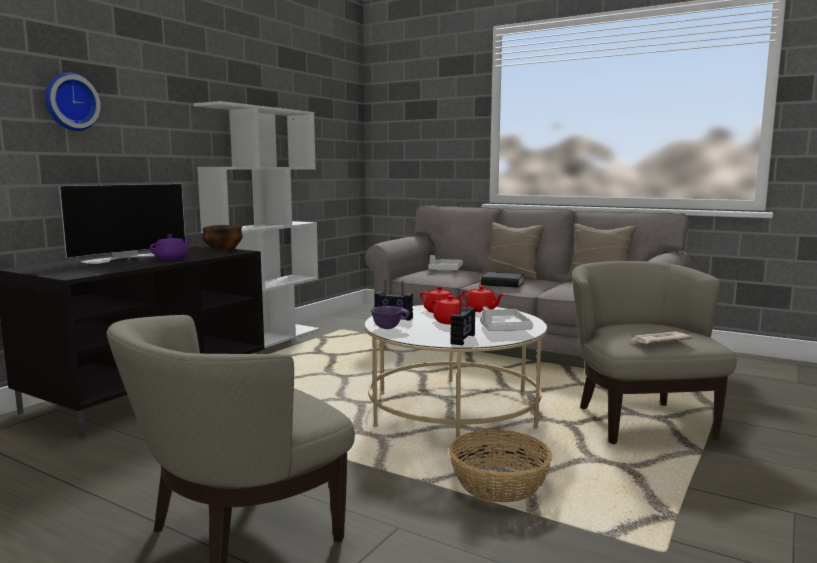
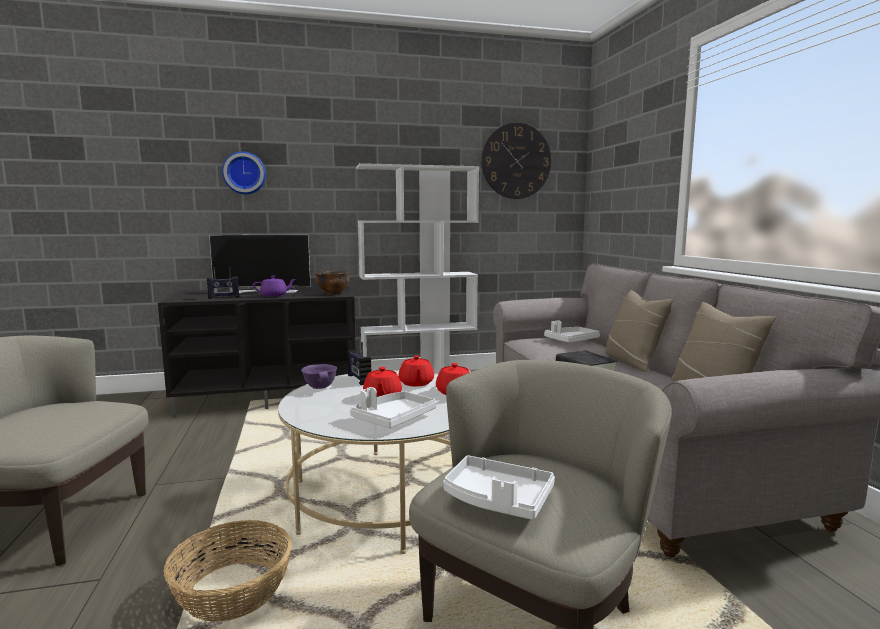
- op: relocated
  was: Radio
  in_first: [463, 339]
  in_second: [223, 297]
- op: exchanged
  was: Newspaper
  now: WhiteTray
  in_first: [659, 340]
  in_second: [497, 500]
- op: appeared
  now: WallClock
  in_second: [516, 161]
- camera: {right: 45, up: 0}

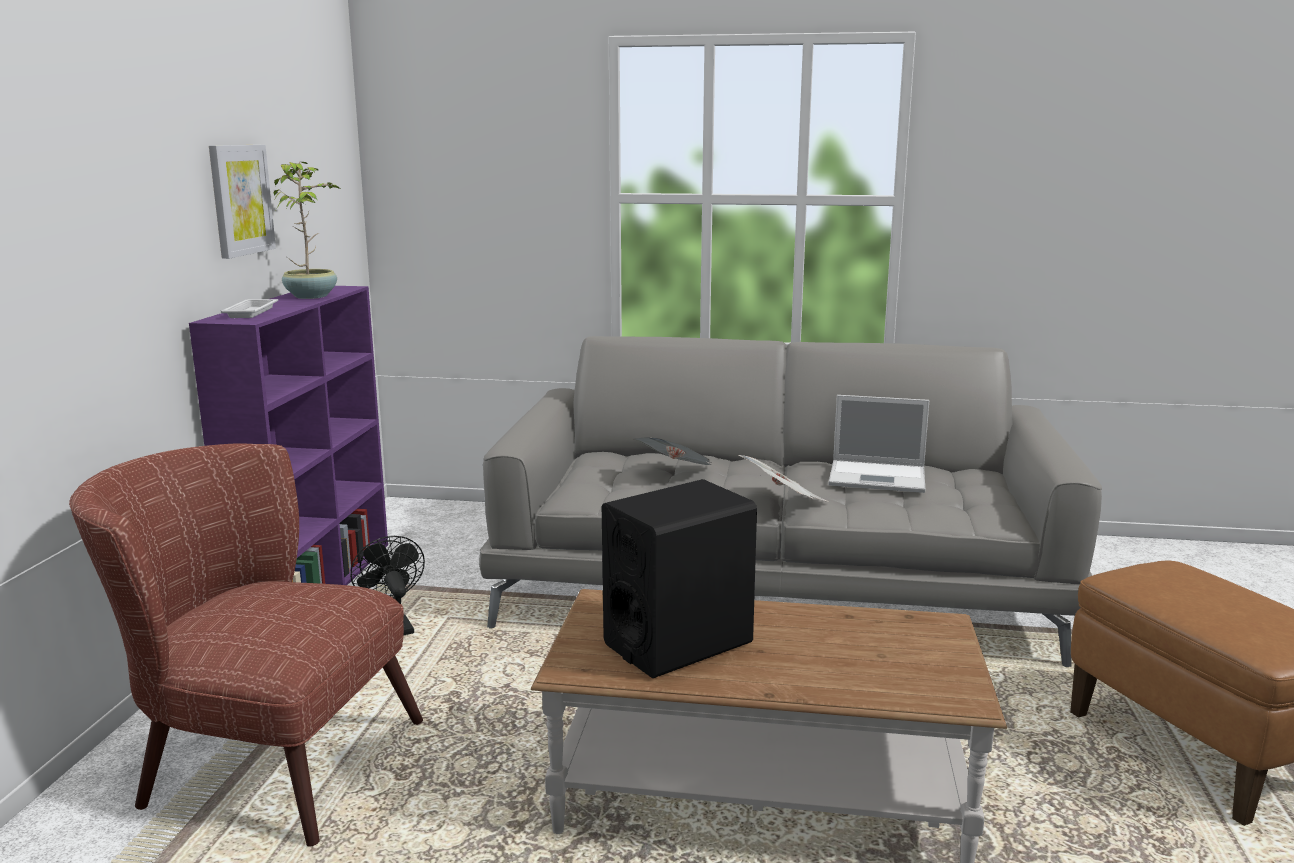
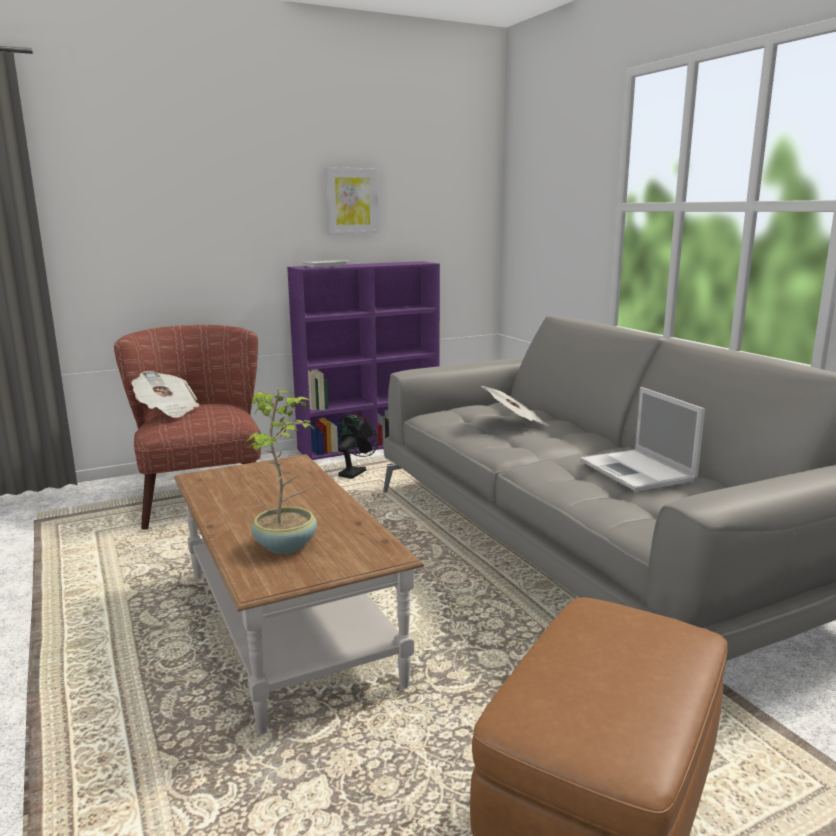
- op: relocated
  was: PottedPlant
  in_first: [312, 296]
  in_second: [287, 545]
- op: missing
  was: BlackSpeaker
  in_first: [678, 643]
- op: relocated
  was: Newspaper
  in_first: [782, 501]
  in_second: [167, 410]
- camera: {right: 55, up: 0}

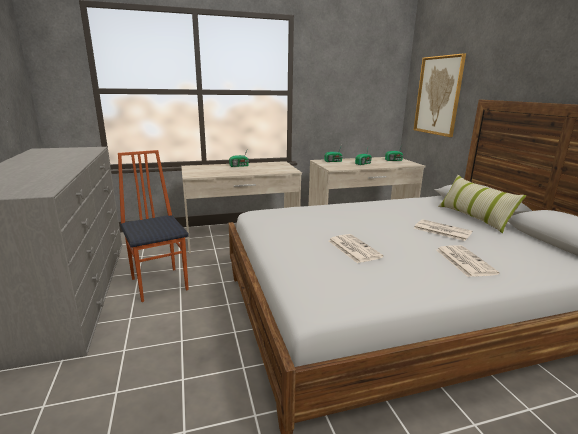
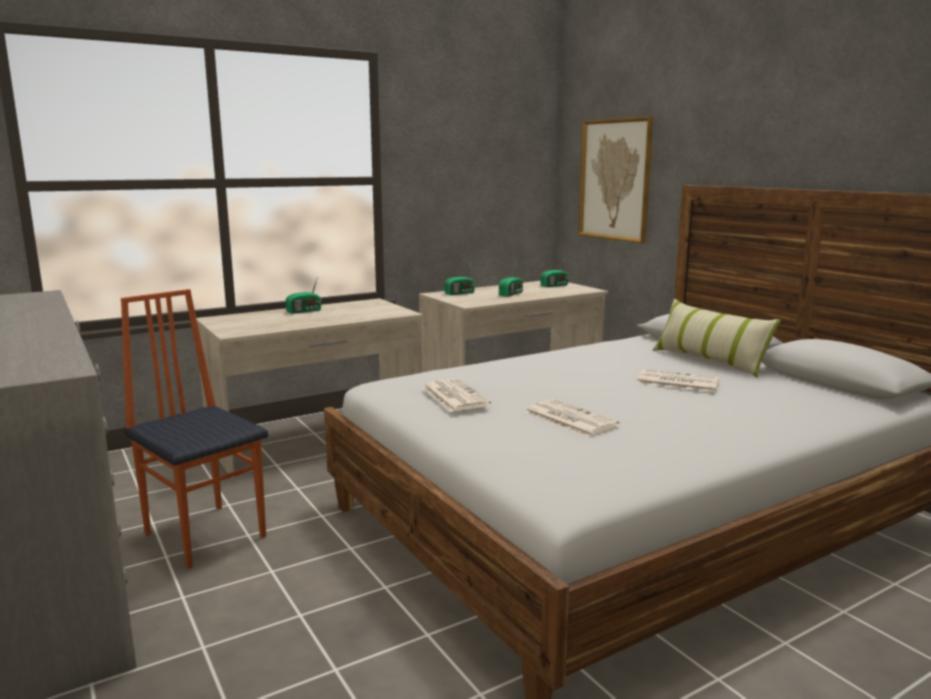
- op: relocated
  was: Newspaper
  in_first: [464, 261]
  in_second: [454, 396]
- camera: {right: -15, up: -5}

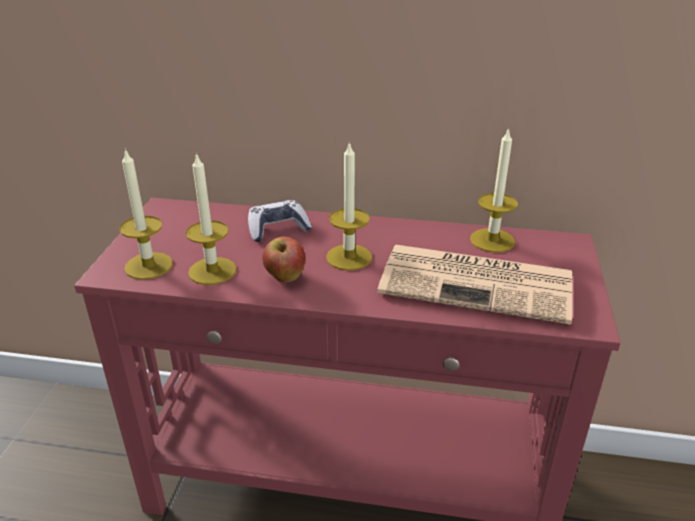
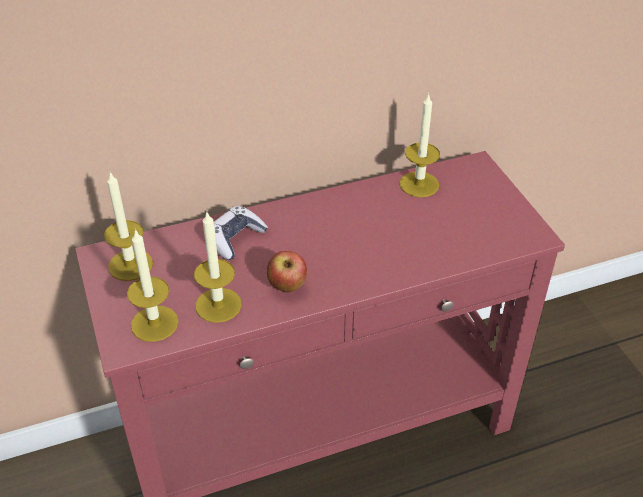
- op: relocated
  was: Candle
  in_first: [349, 257]
  in_second: [130, 265]
- op: missing
  was: Newspaper
  in_first: [479, 283]
- camera: {right: -30, up: 10}

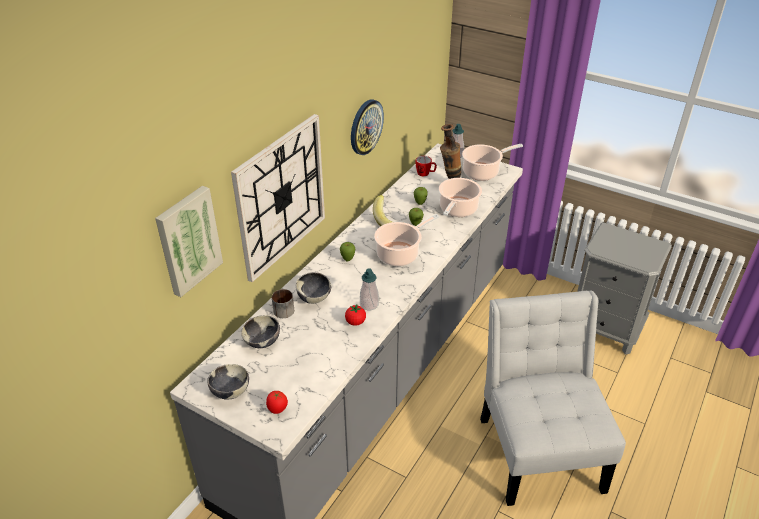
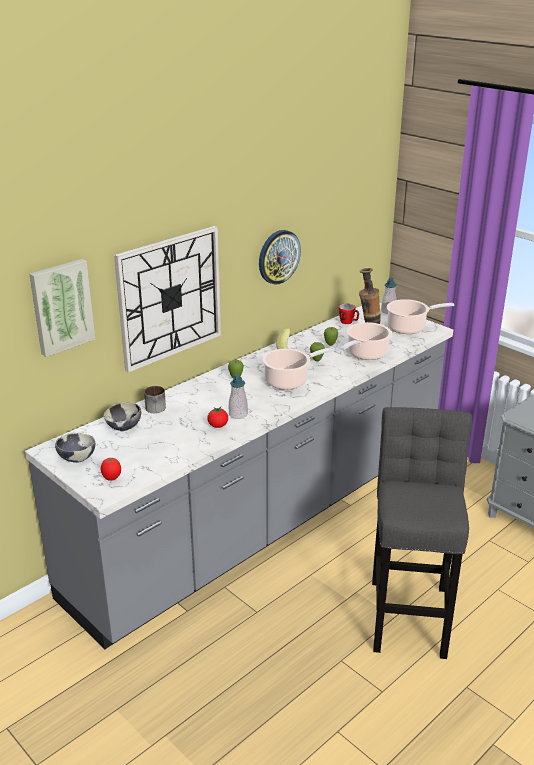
- op: missing
  was: Bowl
  in_first: [314, 298]
- op: exchanged
  was: WhiteChair
  now: GreyStool
  in_first: [538, 447]
  in_second: [409, 613]
- camera: {right: 15, up: -10}

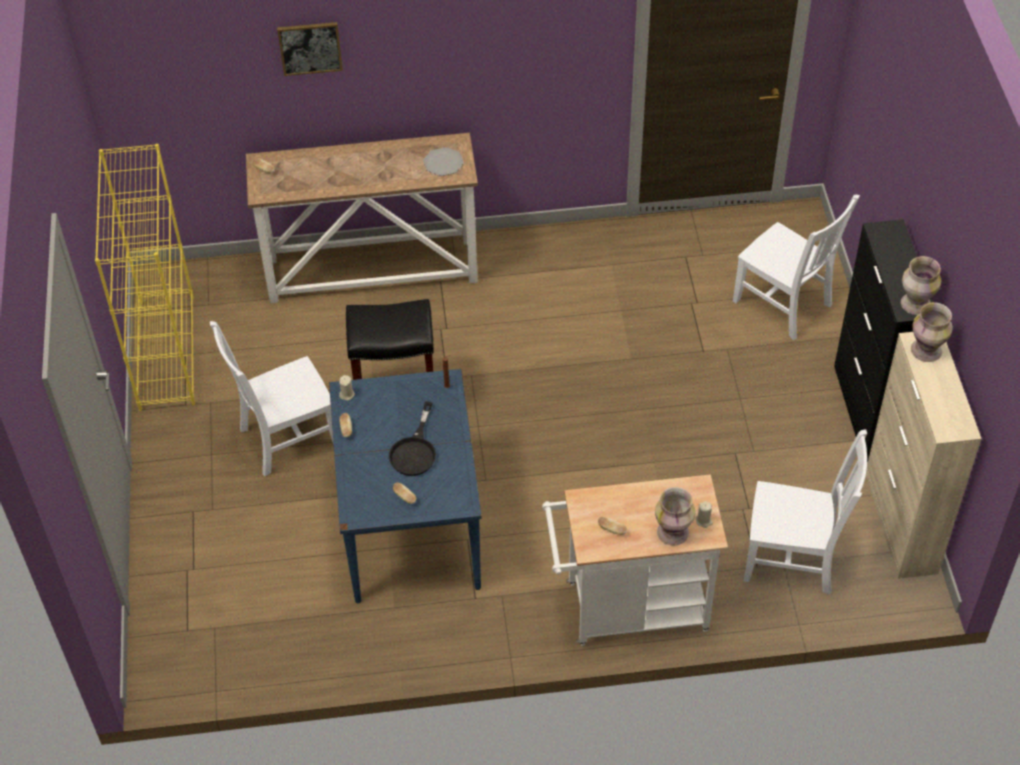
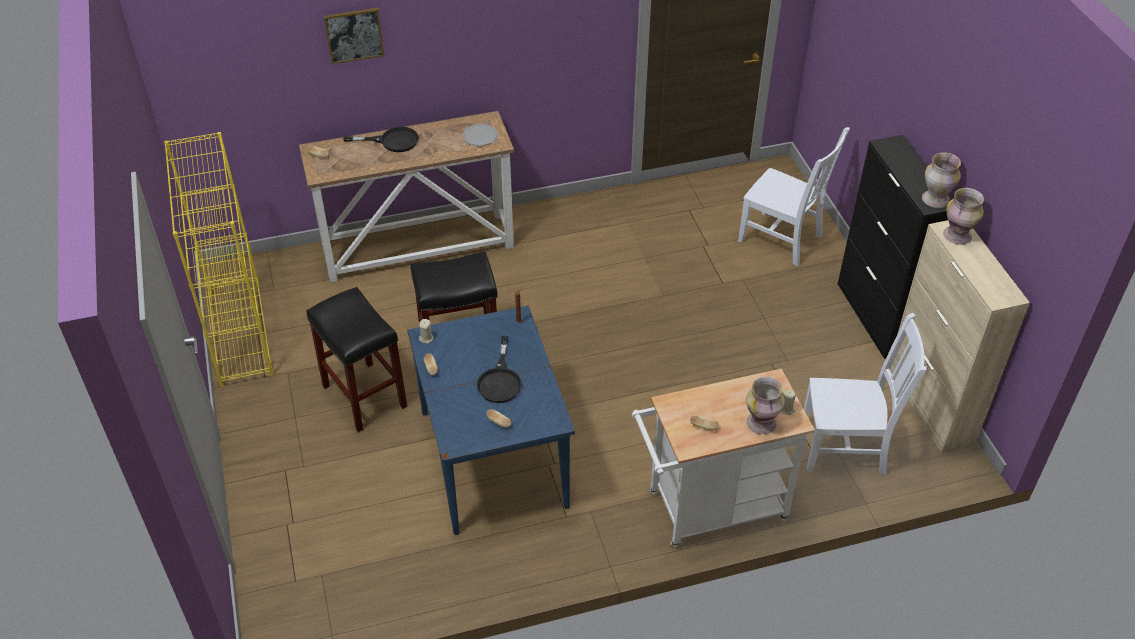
- op: exchanged
  was: WhiteChair
  now: BlackStool
  in_first: [286, 438]
  in_second: [363, 396]
- op: appeared
  now: BlackFryingPan
  in_second: [392, 141]
- camera: {right: -10, up: -5}

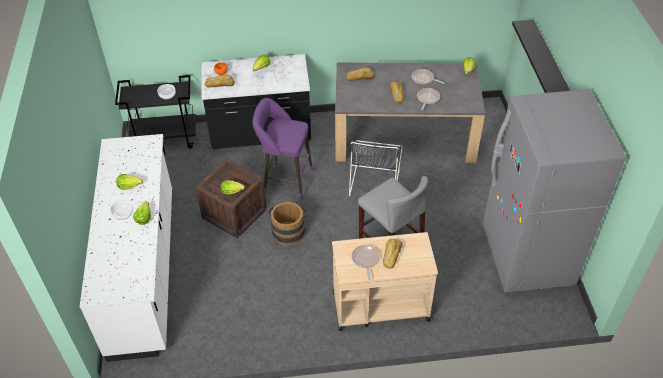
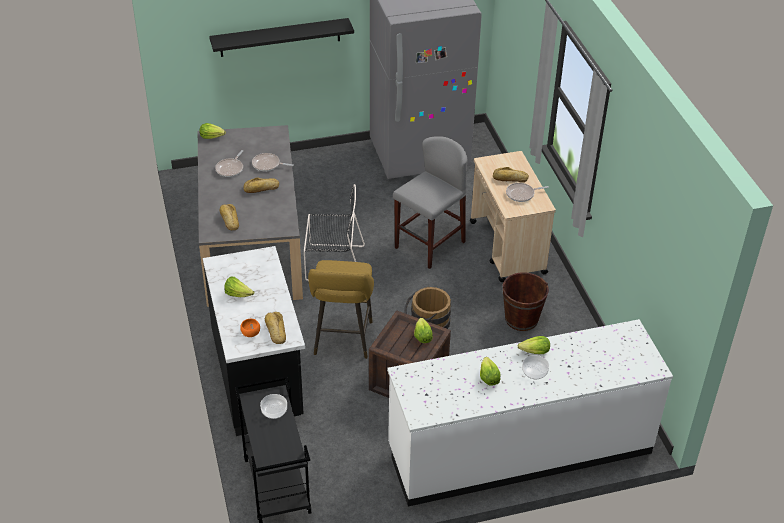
- op: colour
  was: PurpleStool
  now: YellowStool
  in_first: [285, 180]
  in_second: [342, 341]
- op: appeared
  now: BrownBucket
  in_second: [521, 319]
- camera: {right: -100, up: -5}

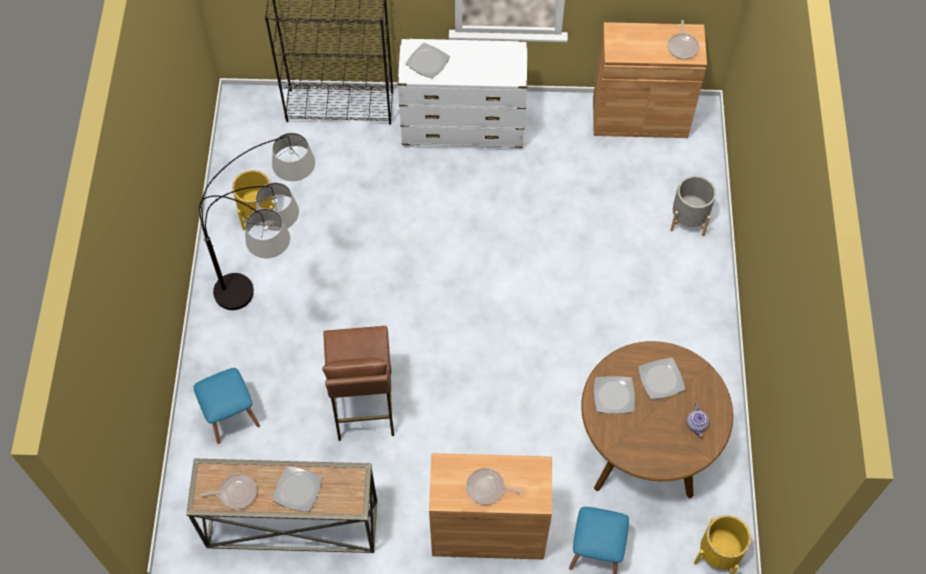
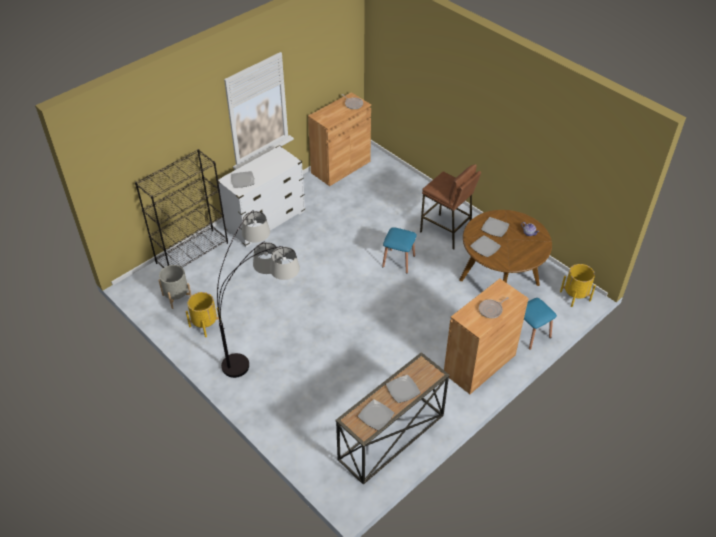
- op: relocated
  was: BlueStool
  in_first: [231, 416]
  in_second: [398, 261]
- op: exchanged
  was: FryingPan
  now: Plate
  in_first: [236, 493]
  in_second: [375, 416]
- op: relocated
  was: BrownStool
  in_first: [363, 405]
  in_second: [446, 232]
- op: relocated
  was: GreyPlanter
  in_first: [688, 219]
  in_second: [177, 297]
- camera: {right: -45, up: -15}

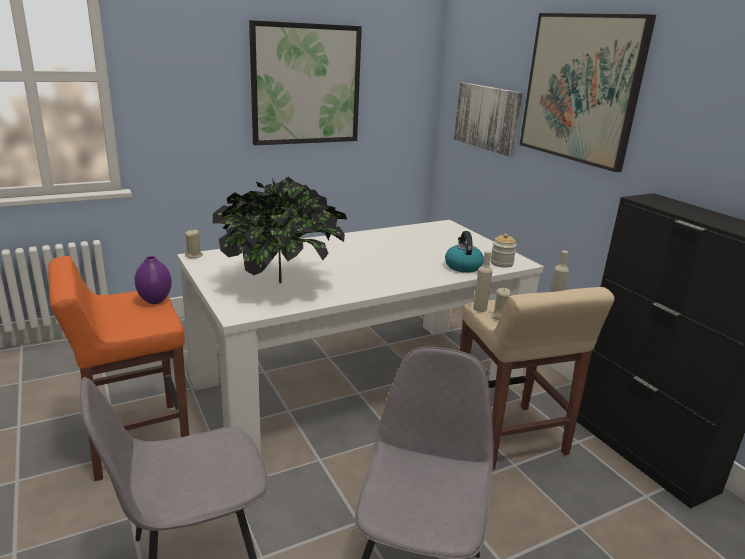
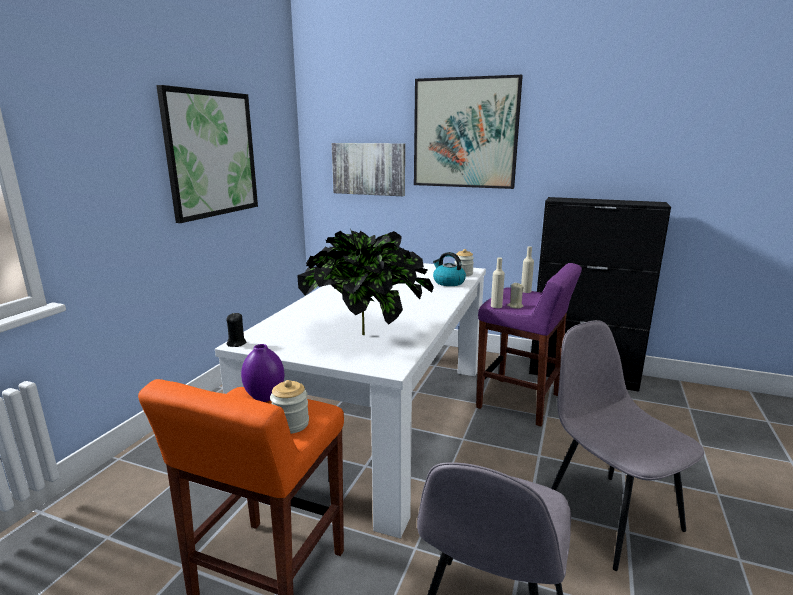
- op: colour
  was: BeigeCandle
  now: BlackCandle
  in_first: [194, 255]
  in_second: [236, 343]
- op: colour
  was: BeigeStool
  now: PurpleStool
  in_first: [509, 437]
  in_second: [520, 402]
- op: appeared
  now: Jar
  in_second: [291, 424]
- camera: {right: -40, up: -5}

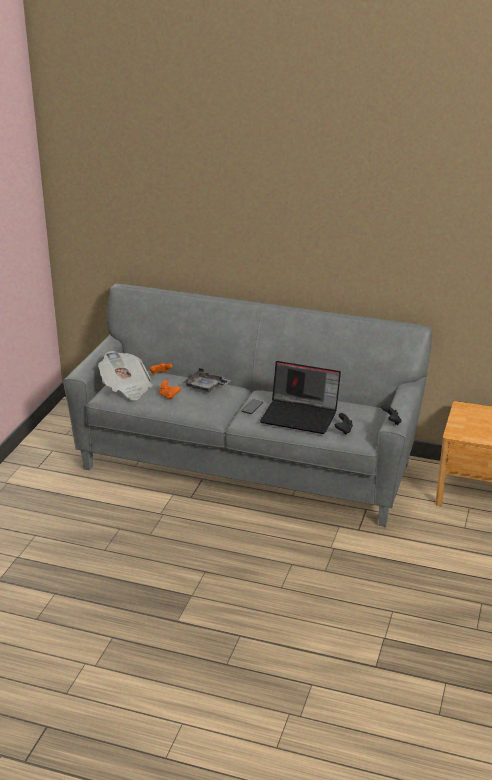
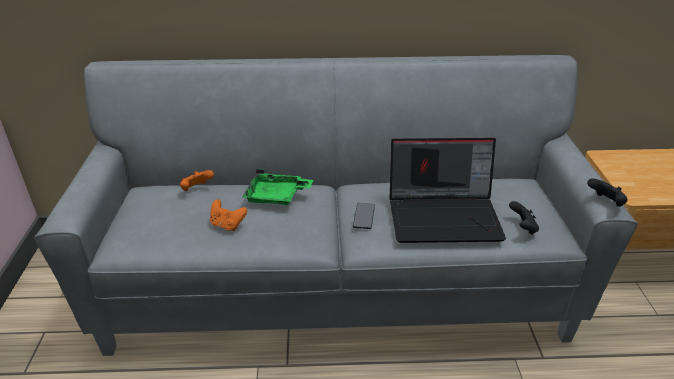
- op: missing
  was: Newspaper
  in_first: [126, 388]
- op: colour
  was: GreyTray
  now: GreenTray
  in_first: [206, 387]
  in_second: [276, 196]
- camera: {right: -20, up: 5}

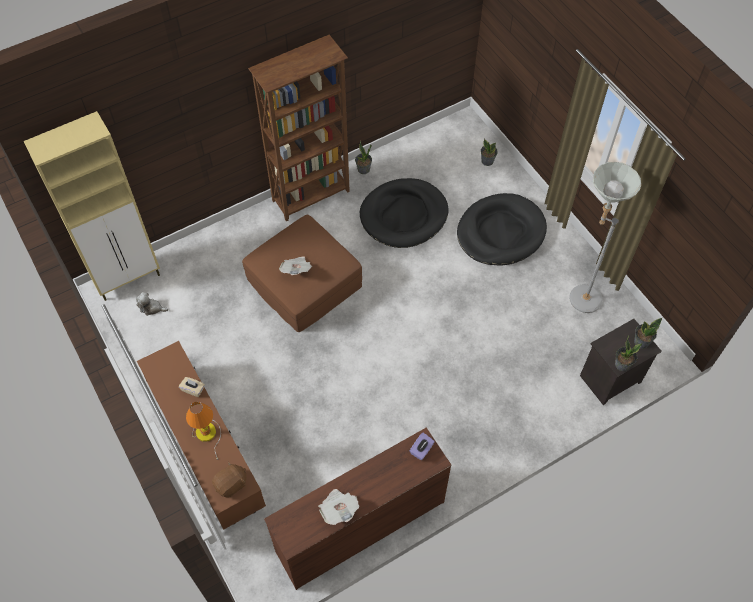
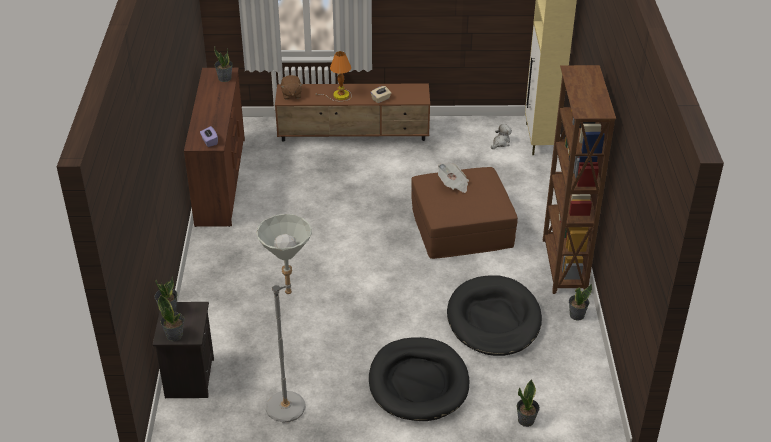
- op: missing
  was: Newspaper
  in_first: [339, 509]
- op: appeared
  now: PottedPlant
  in_second: [224, 78]
- camera: {right: 120, up: -20}

